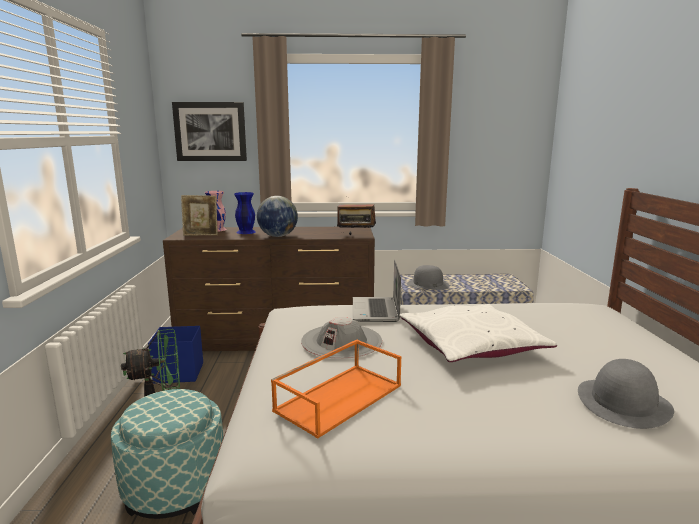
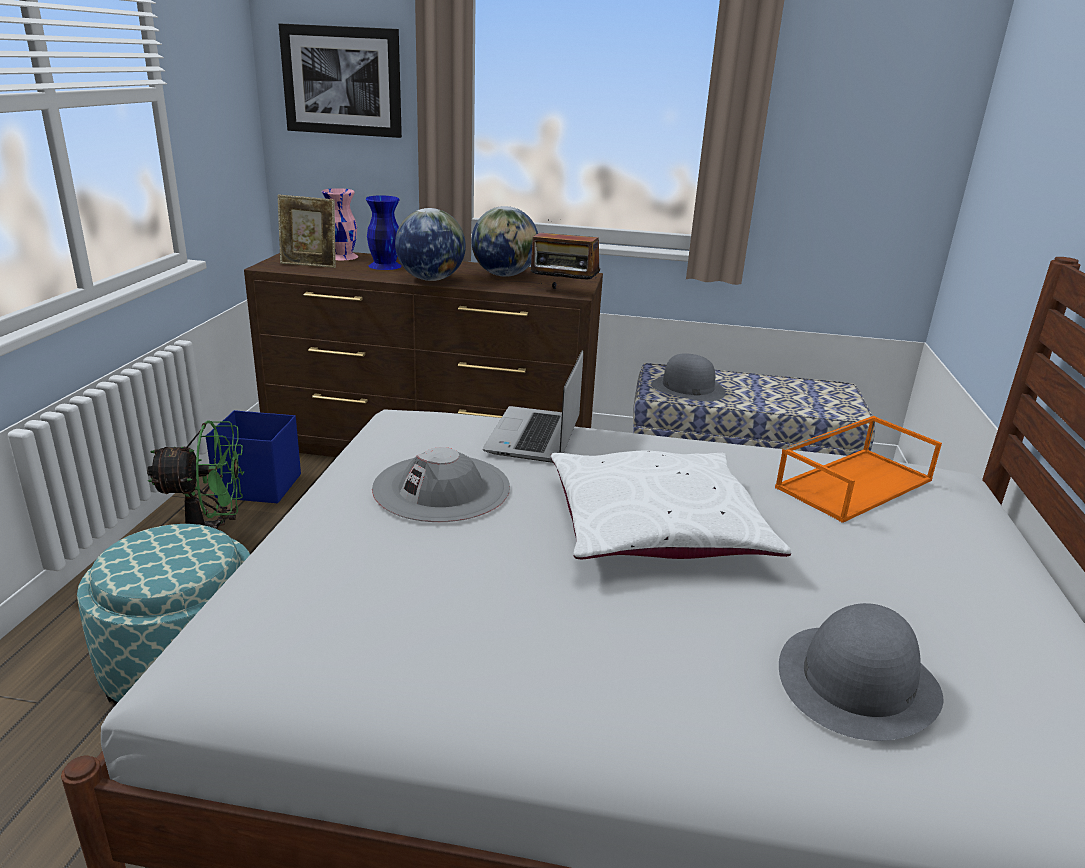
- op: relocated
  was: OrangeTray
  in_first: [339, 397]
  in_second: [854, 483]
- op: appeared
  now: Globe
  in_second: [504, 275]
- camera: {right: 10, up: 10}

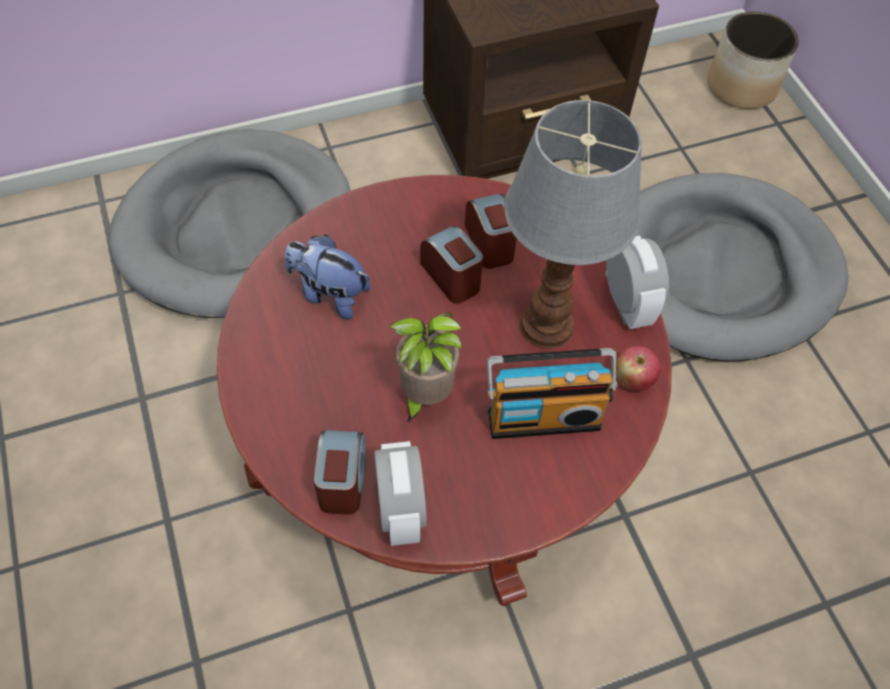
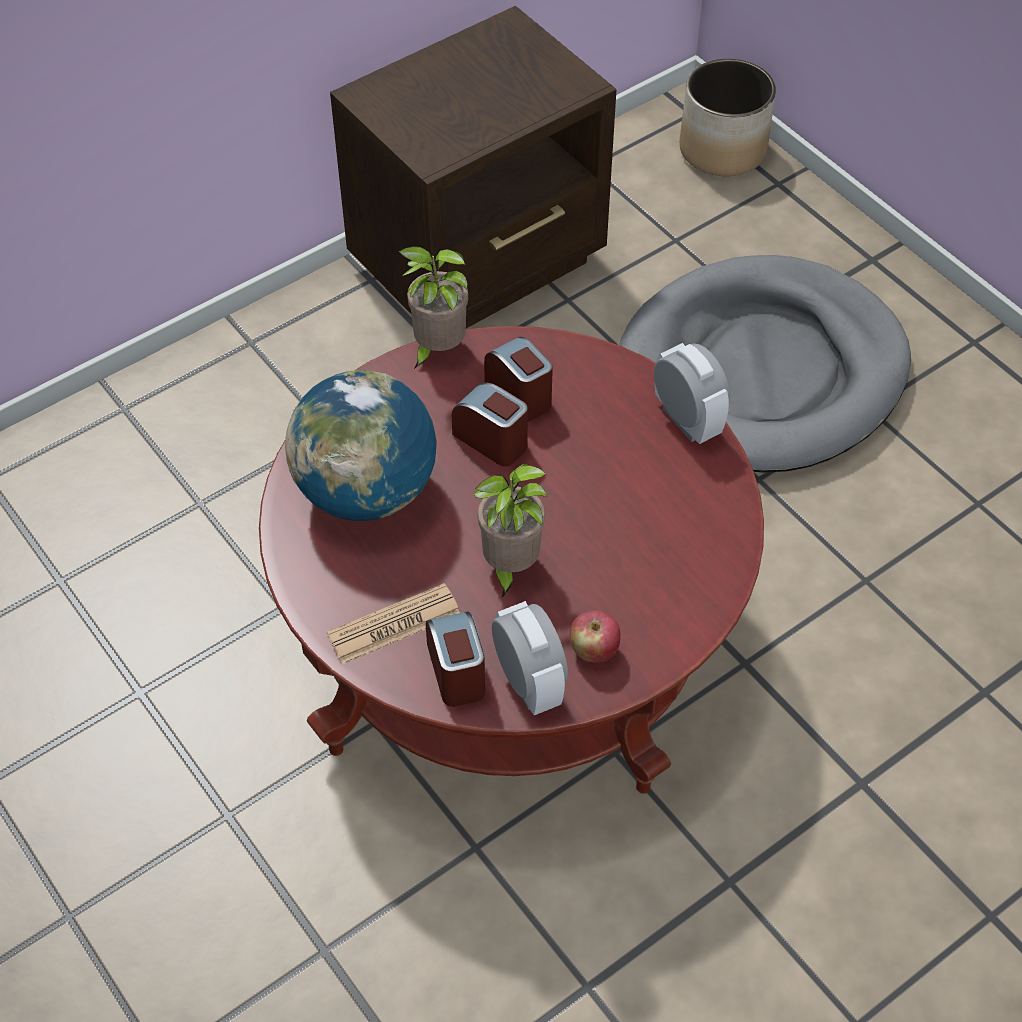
- op: missing
  was: GreyDogBed
  in_first: [237, 228]
- op: exchanged
  was: PlushToy
  now: Globe
  in_first: [329, 294]
  in_second: [366, 492]
- op: missing
  was: Radio
  in_first: [543, 415]
- op: missing
  was: TableLamp
  in_first: [545, 324]
- op: relocated
  was: Apple
  in_first: [632, 380]
  in_second: [593, 650]
- op: appeared
  now: Newspaper
  in_second: [394, 625]
- op: appeared
  now: PottedPlant
  in_second: [437, 349]
- camera: {right: -15, up: -5}

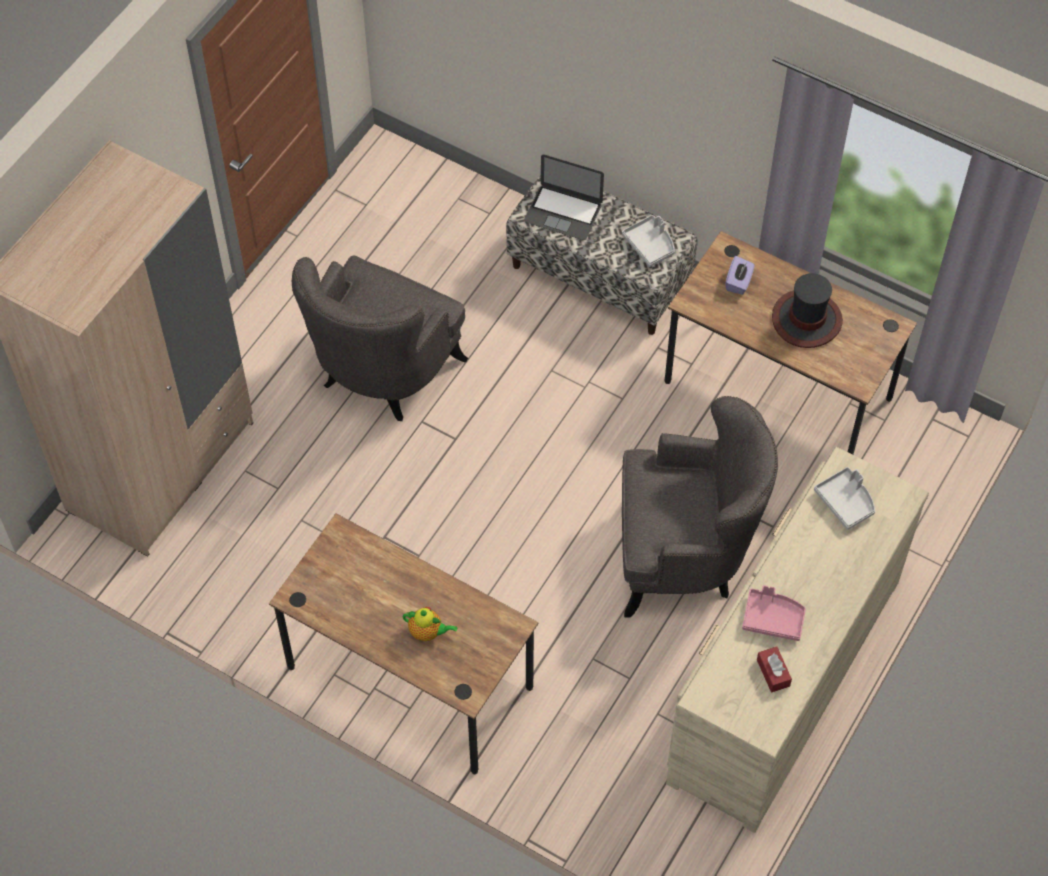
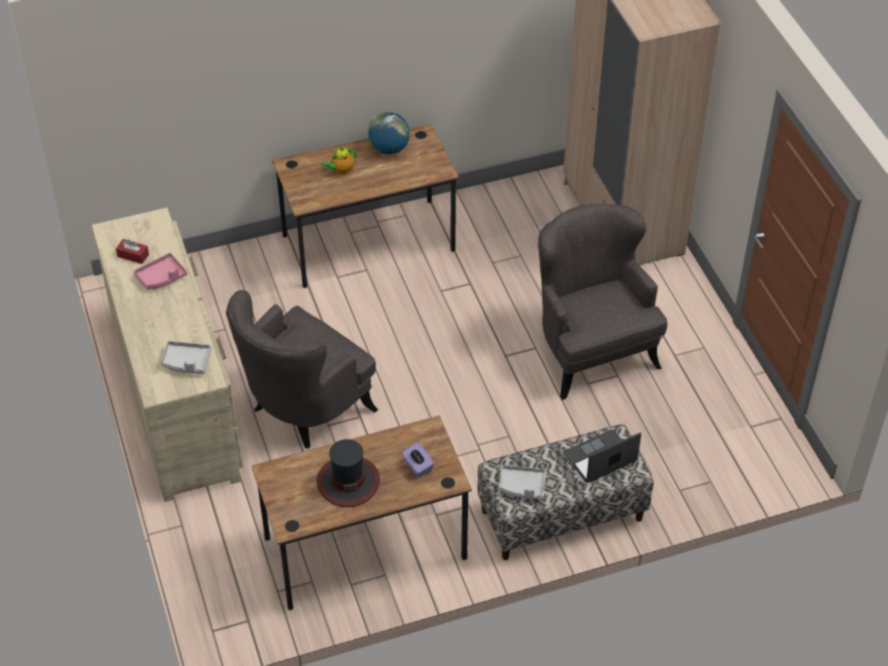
- op: appeared
  now: Globe
  in_second: [389, 149]
- camera: {right: 130, up: -10}

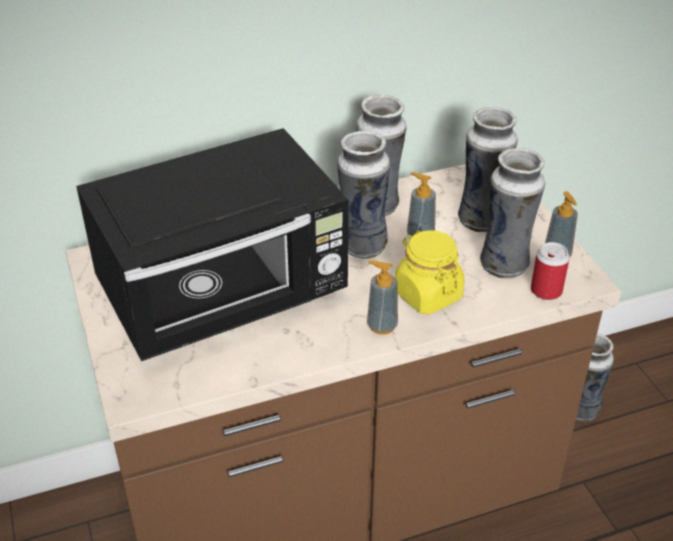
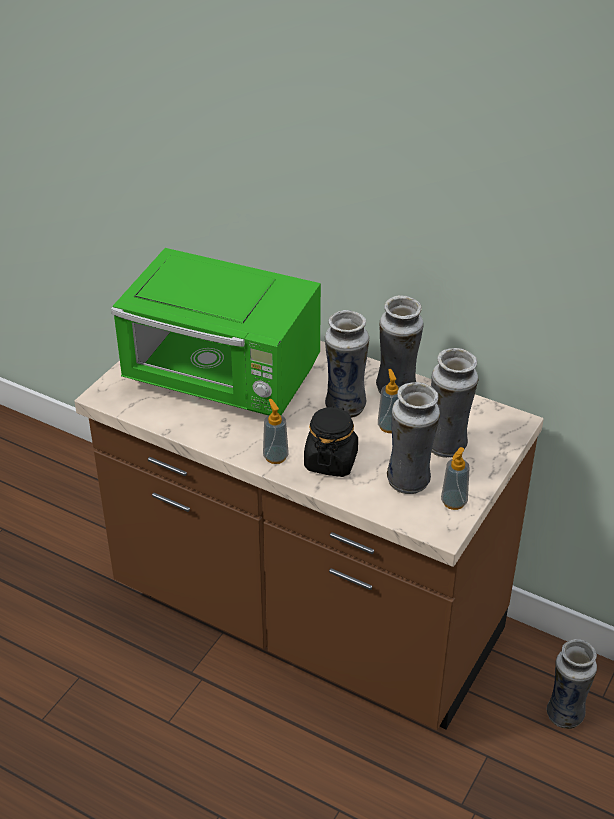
- op: colour
  was: BlackMicrowave
  now: GreenMicrowave
  in_first: [226, 298]
  in_second: [224, 379]
- op: colour
  was: YellowJar
  now: BlackJar
  in_first: [427, 295]
  in_second: [331, 461]
- op: missing
  was: Can
  in_first: [546, 290]
- camera: {right: 50, up: 0}

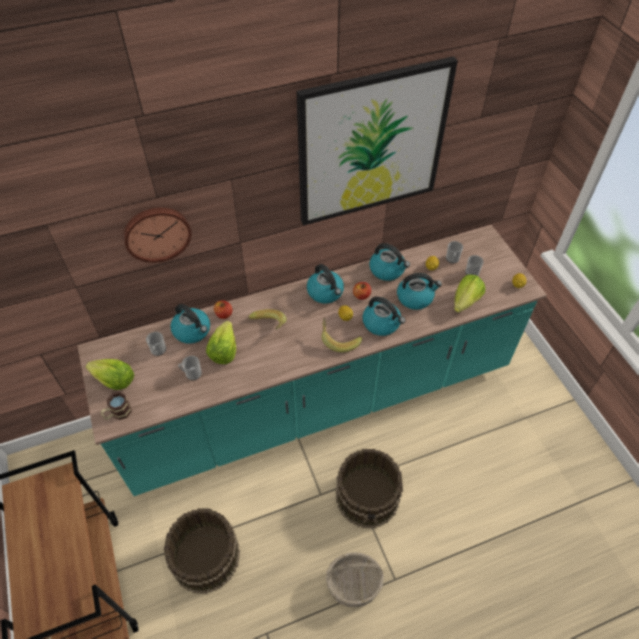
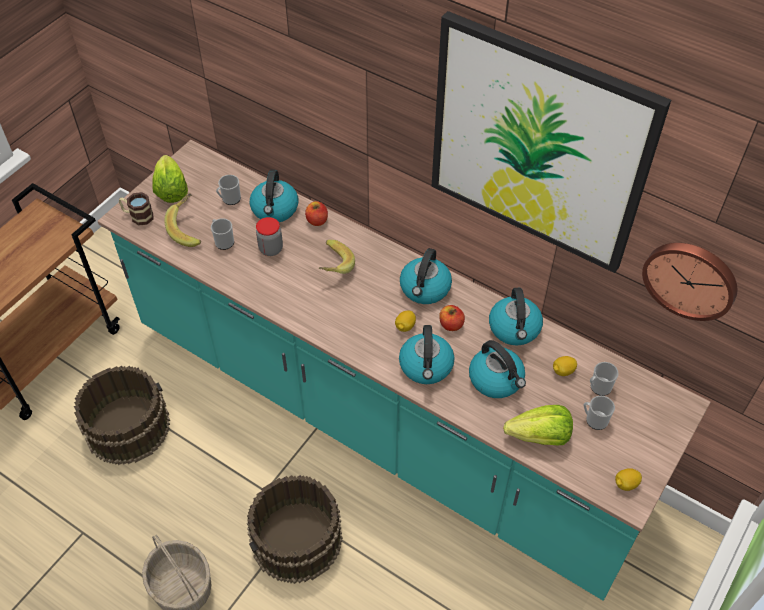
- op: relocated
  was: WallClock
  in_first: [157, 233]
  in_second: [691, 278]
- op: exchanged
  was: Lettuce
  now: Jar
  in_first: [224, 351]
  in_second: [271, 249]
- op: relocated
  was: Banana
  in_first: [339, 339]
  in_second: [189, 229]
- camera: {right: 55, up: 0}

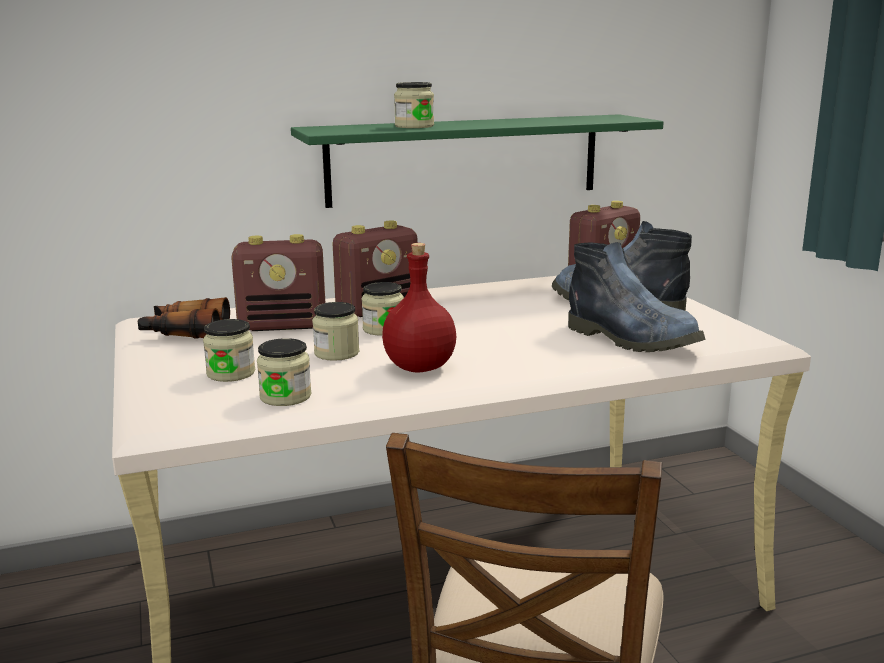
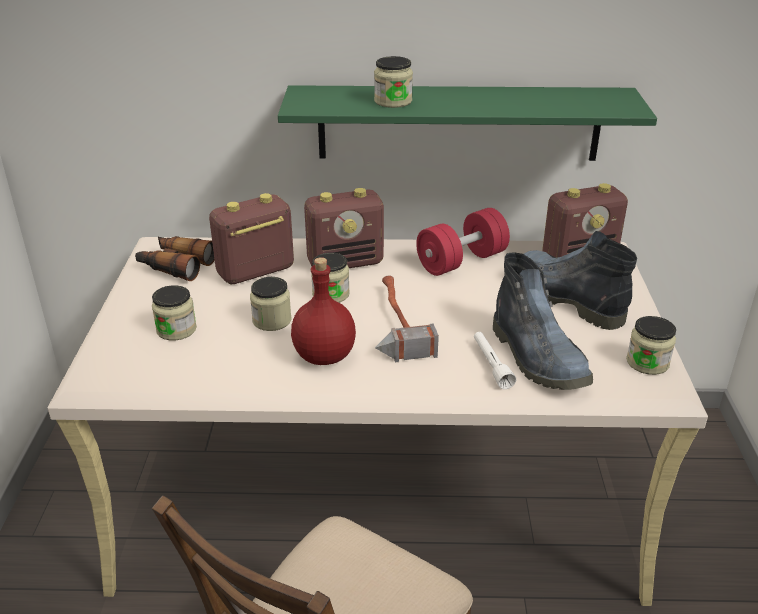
- op: spun
  was: Radio
  in_first: [283, 326]
  in_second: [255, 272]
  clockwise: 135
- op: relocated
  was: Jar
  in_first: [285, 396]
  in_second: [647, 362]
- op: appeared
  now: Hammer
  in_second: [393, 323]
- op: appeared
  now: RedDumbbell
  in_second: [461, 261]
- op: appeared
  now: WhiteFlashlight
  in_second: [491, 365]
- camera: {right: 20, up: 15}

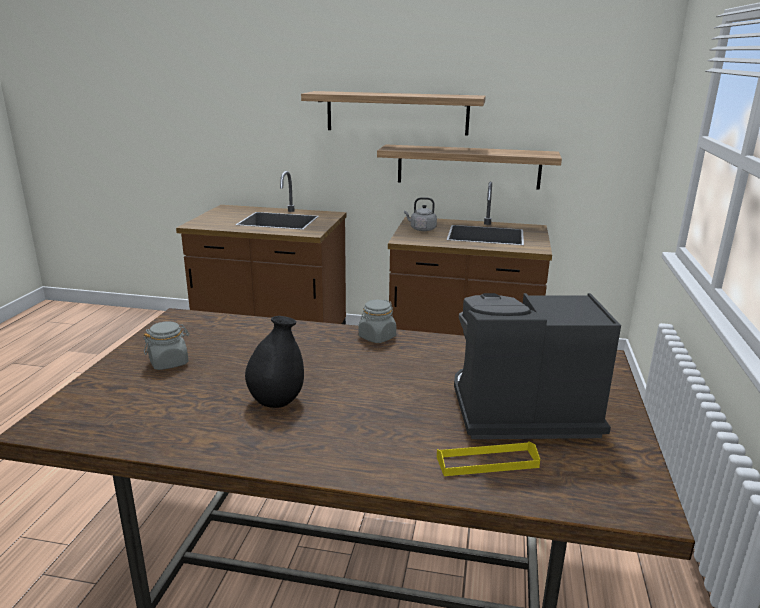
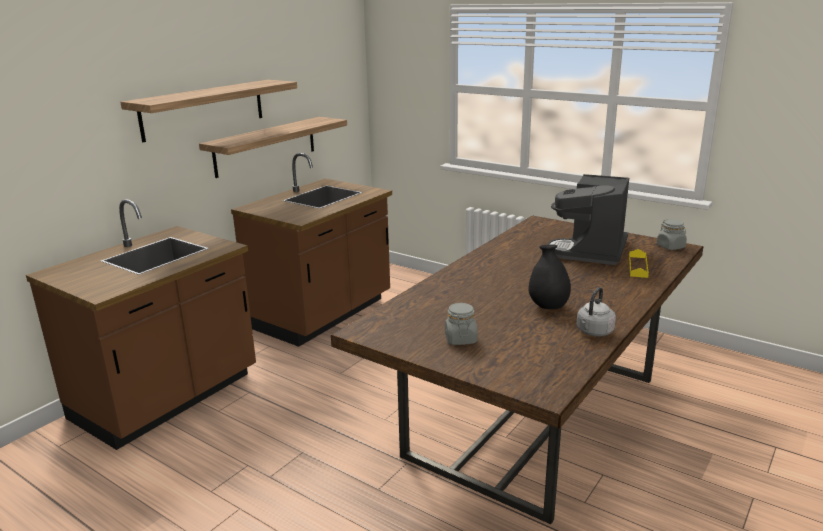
- op: relocated
  was: GreyJar
  in_first: [377, 337]
  in_second: [670, 247]
- op: relocated
  was: GreyKettle
  in_first: [421, 229]
  in_second: [593, 332]
- camera: {right: -65, up: 0}

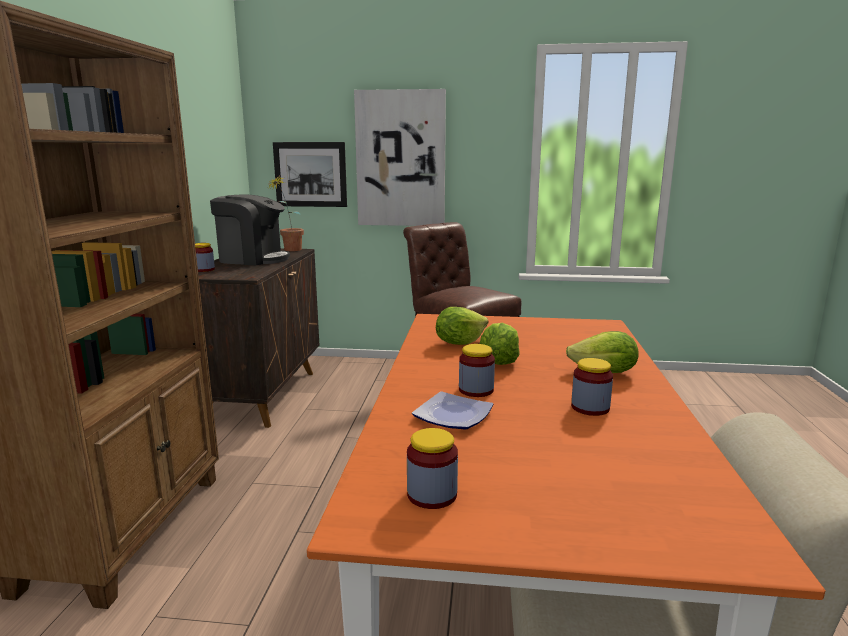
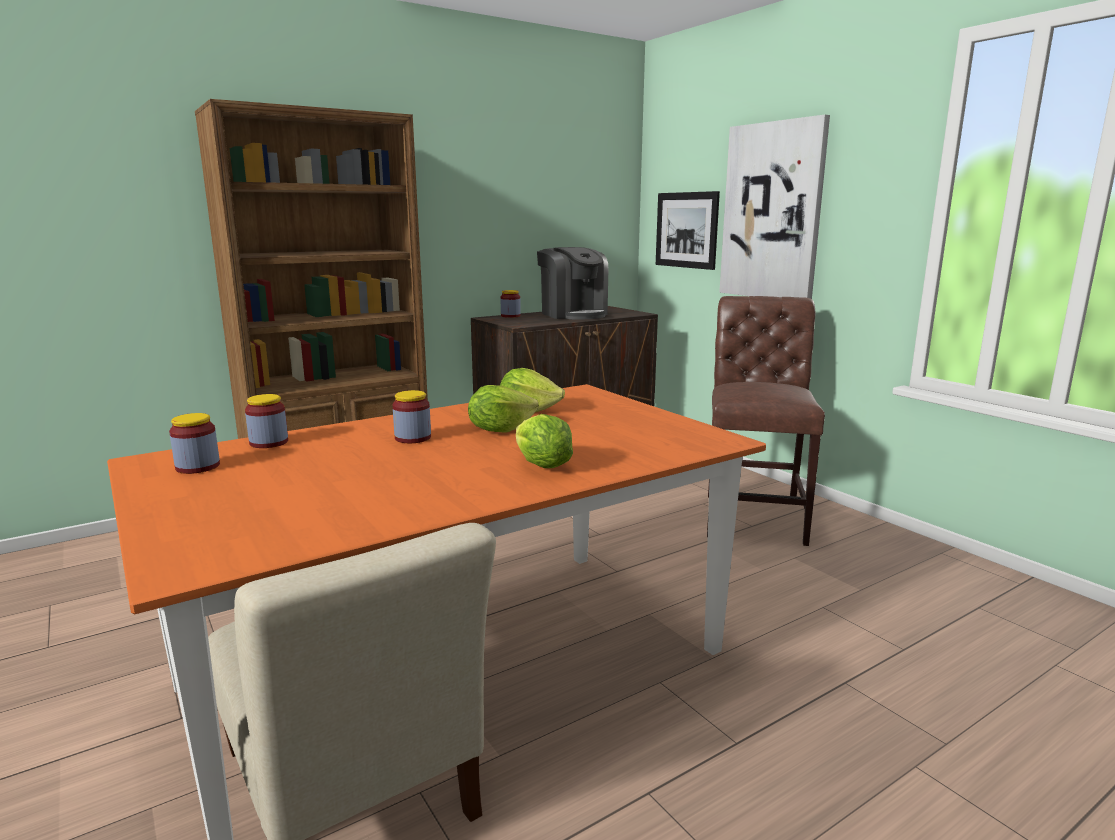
- op: missing
  was: PottedPlant
  in_first: [289, 250]
- op: missing
  was: Plate
  in_first: [454, 415]
- op: relocated
  was: Jar
  in_first: [590, 407]
  in_second: [269, 442]
- camera: {right: 50, up: 0}

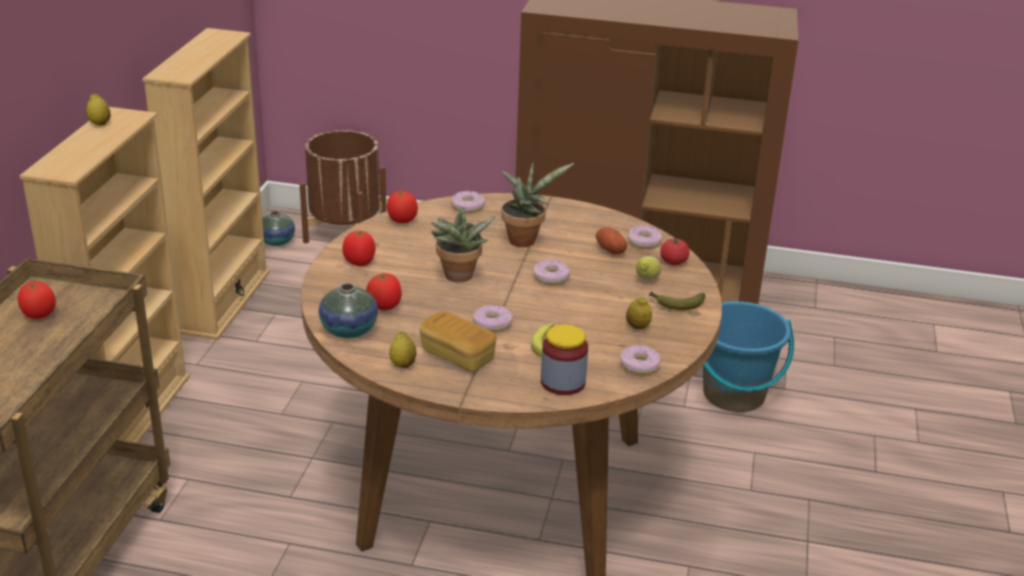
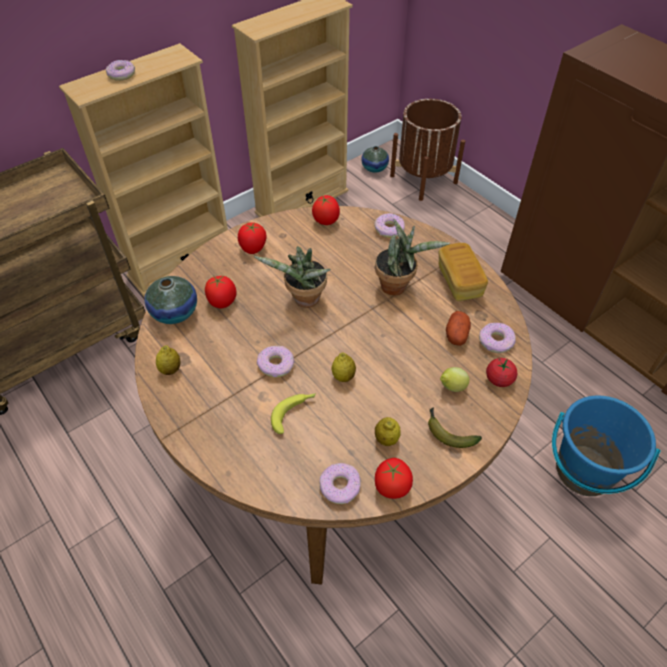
- op: relocated
  was: Tomato
  in_first: [39, 315]
  in_second: [392, 486]
- op: relocated
  was: Lemon
  in_first: [100, 124]
  in_second: [343, 376]
- op: relocated
  was: Bread
  in_first: [457, 356]
  in_second: [459, 282]
- op: relocated
  was: Donut
  in_first: [550, 278]
  in_second: [121, 75]
- op: missing
  was: Jar
  in_first: [563, 382]
- camera: {right: 40, up: 20}

